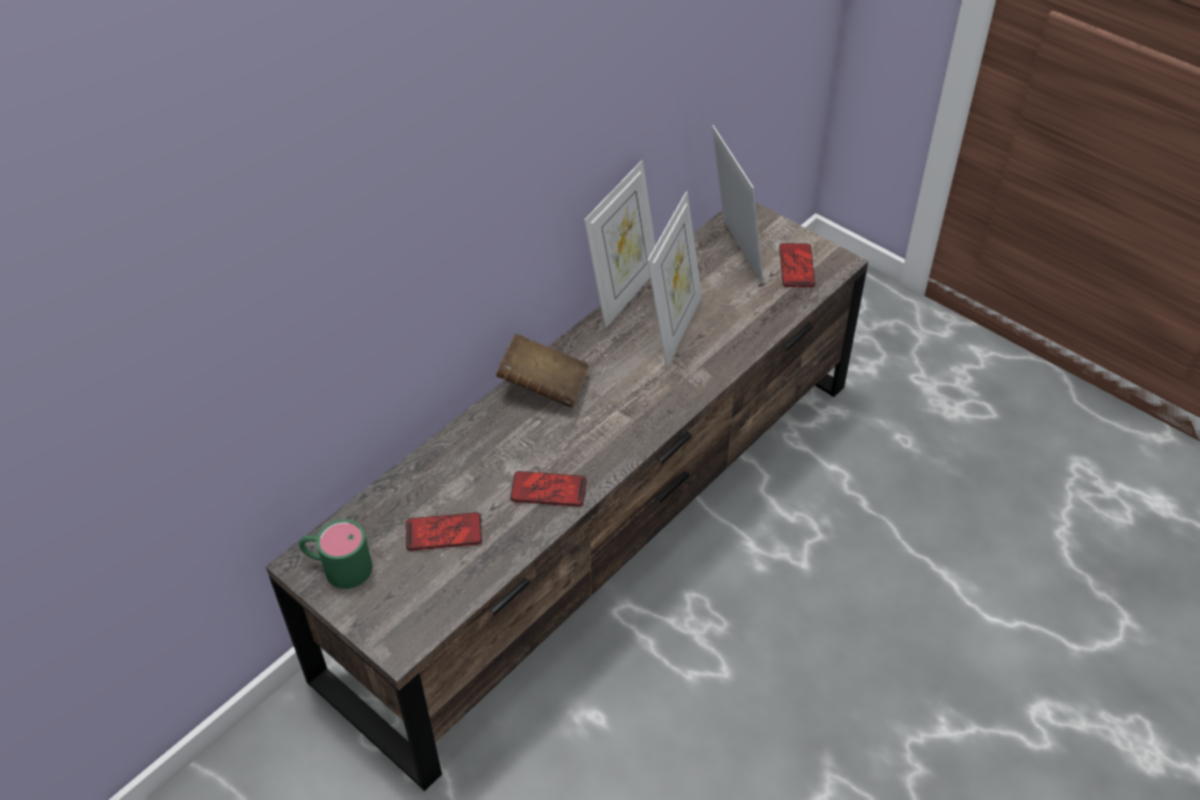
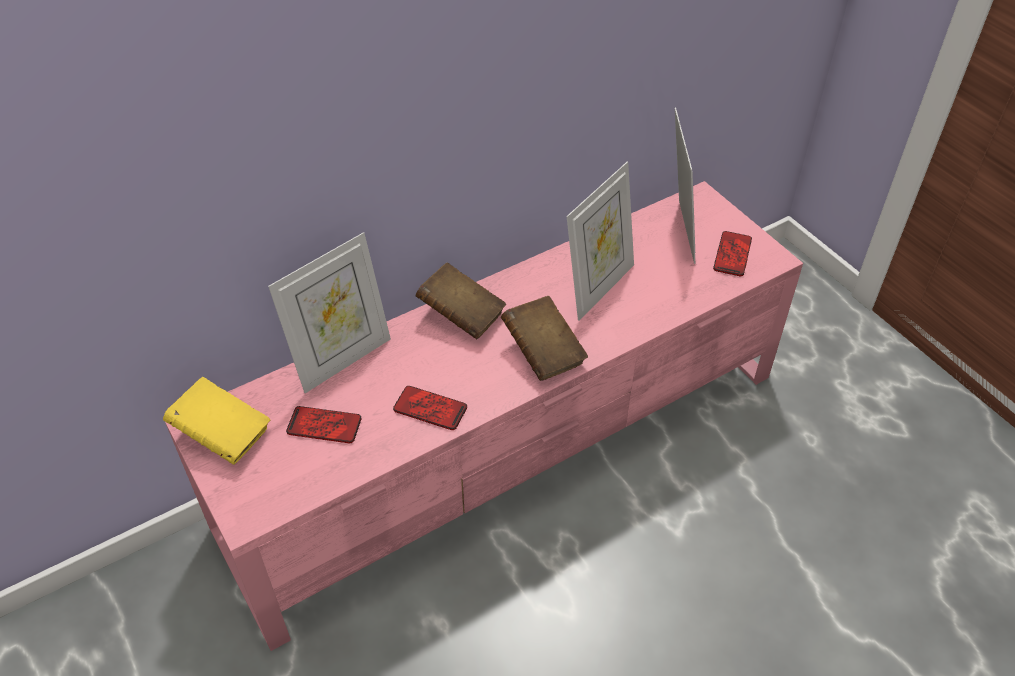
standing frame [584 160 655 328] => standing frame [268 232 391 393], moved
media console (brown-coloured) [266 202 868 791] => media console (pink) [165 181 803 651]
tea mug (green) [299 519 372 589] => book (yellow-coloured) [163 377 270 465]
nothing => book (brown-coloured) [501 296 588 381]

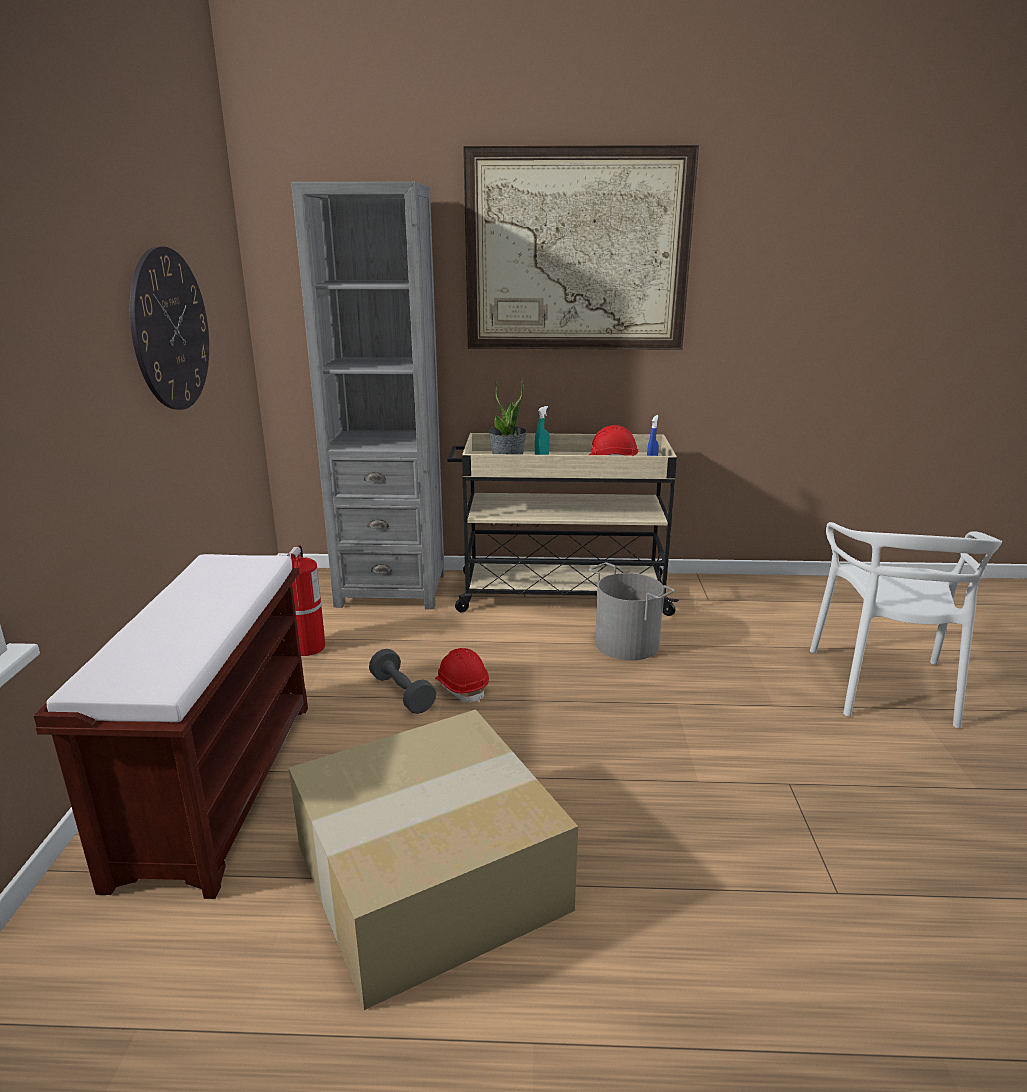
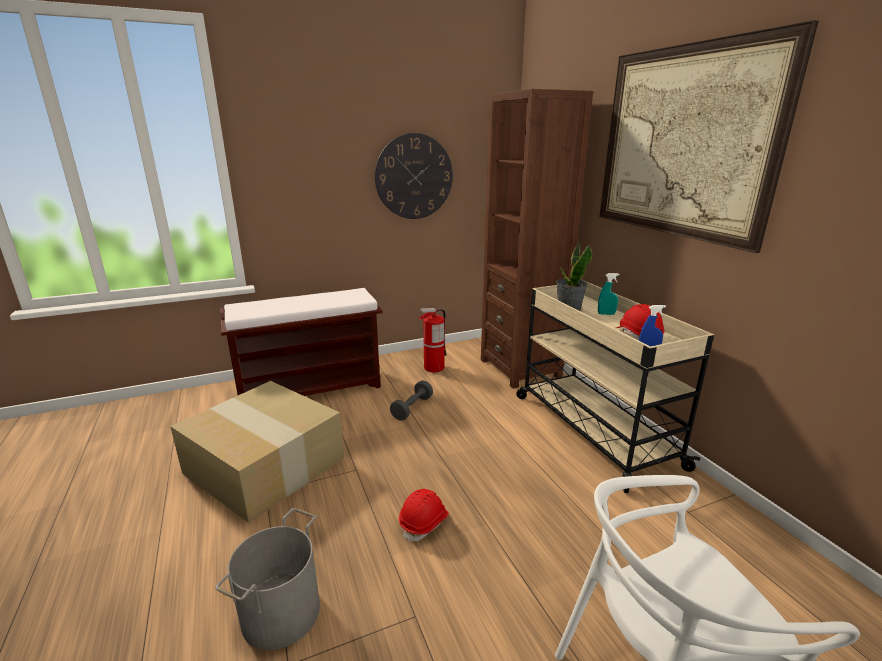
bookcase (gray) [291 182 445 609] => bookcase (brown-coloured) [481 89 593 389]
bucket (gray) [589 562 675 660] => bucket (gray) [215 508 320 650], moved
safety helmet (red-coloured) [435 648 489 703] => safety helmet (red-coloured) [399 489 449 543], moved

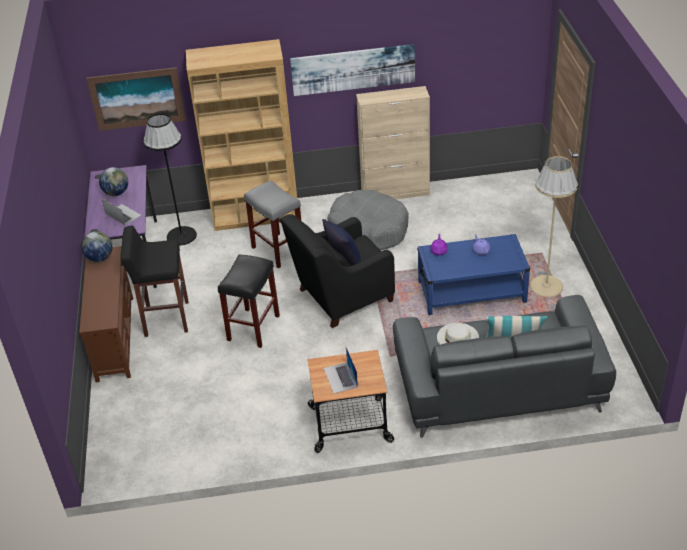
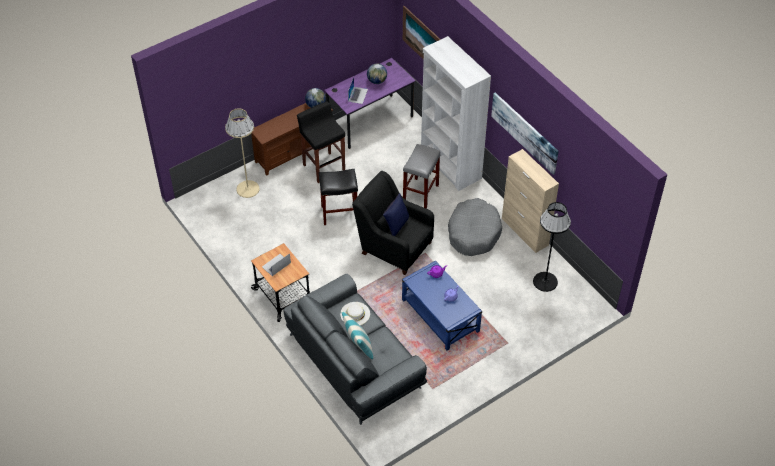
bookcase (brown-coloured) [186 39 297 231] => bookcase (white-coloured) [421 36 491 191]
floor lamp (black) [143 114 197 246] => floor lamp (black) [533 202 571 292], moved
floor lamp (beige-coloured) [530 156 578 297] => floor lamp (beige-coloured) [225 108 260 198], moved

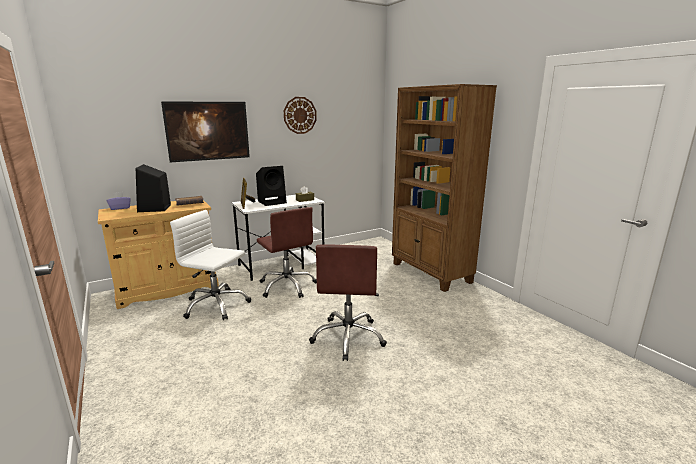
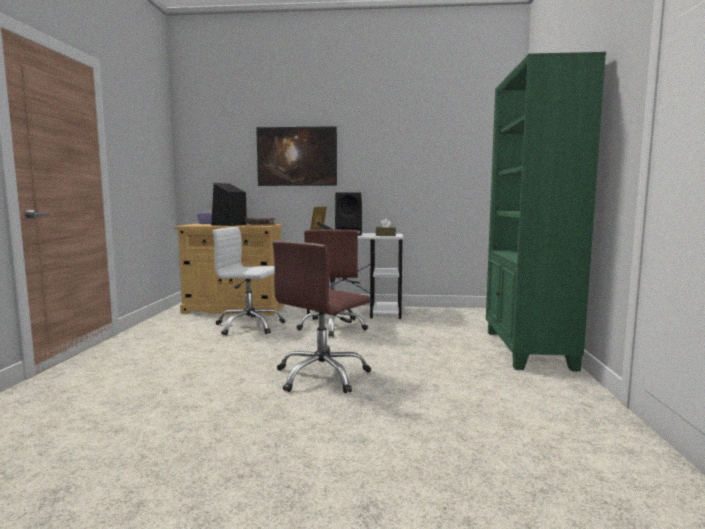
bookcase (brown-coloured) [392 84 497 292] => bookcase (green) [486 52 606 372]
hanging clock [284 97 317 134] => nothing
office chair (white-coloured) [170 210 251 320] => office chair (white-coloured) [213 227 285 335], 45 degrees counterclockwise

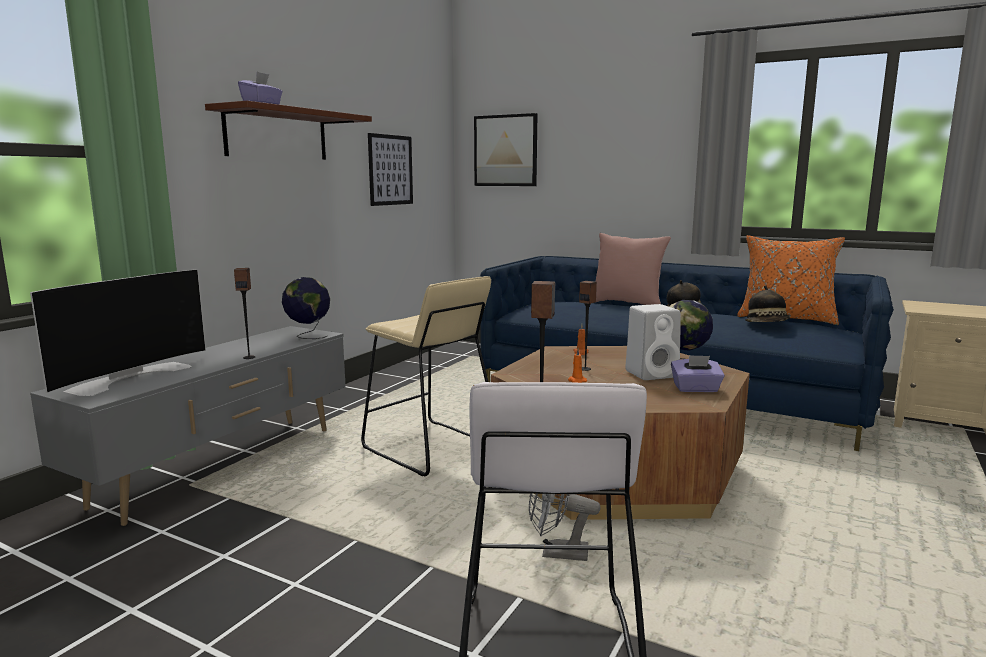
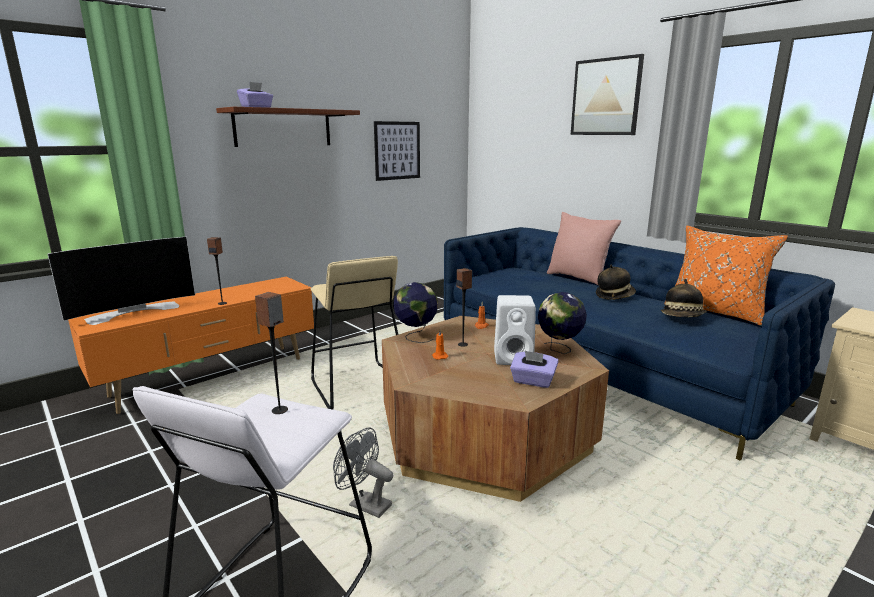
wall picture [474 113 538 186] => wall picture [571 54 644 135], moved
globe [282 277 330 339] => globe [393 282 438 343], moved
media console (gray) [30 326 346 526] => media console (orange) [68 277 314 414]

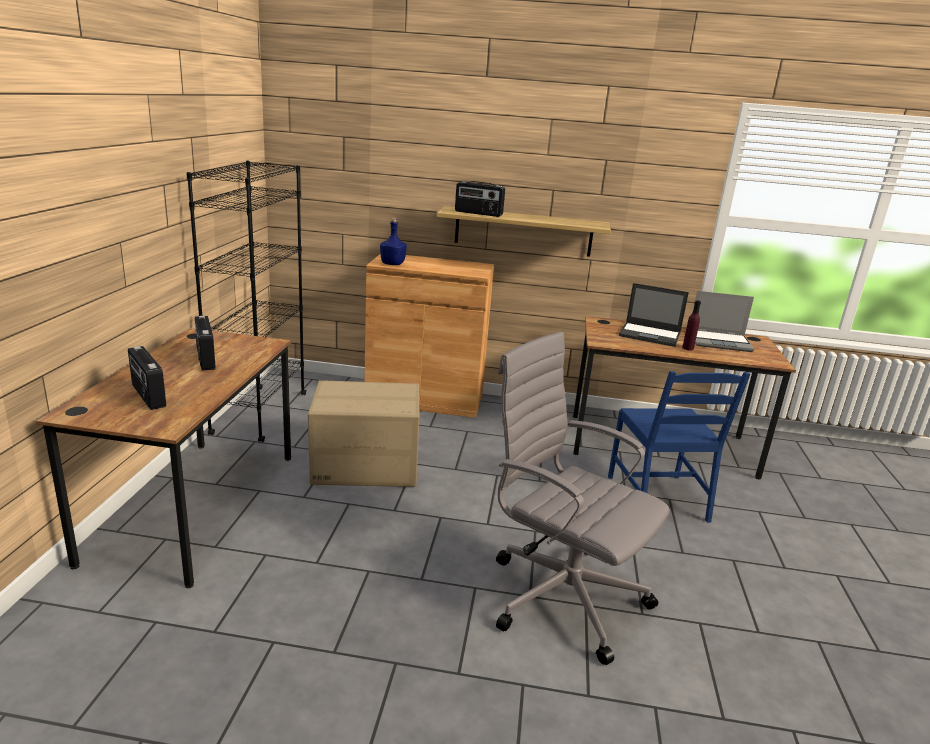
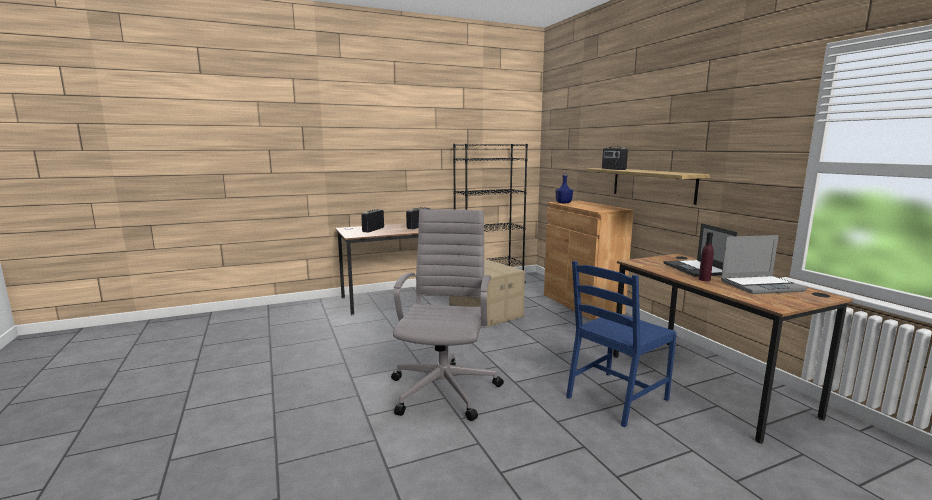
portable computer [693 291 754 352] => portable computer [721 235 807 294], 75 degrees counterclockwise

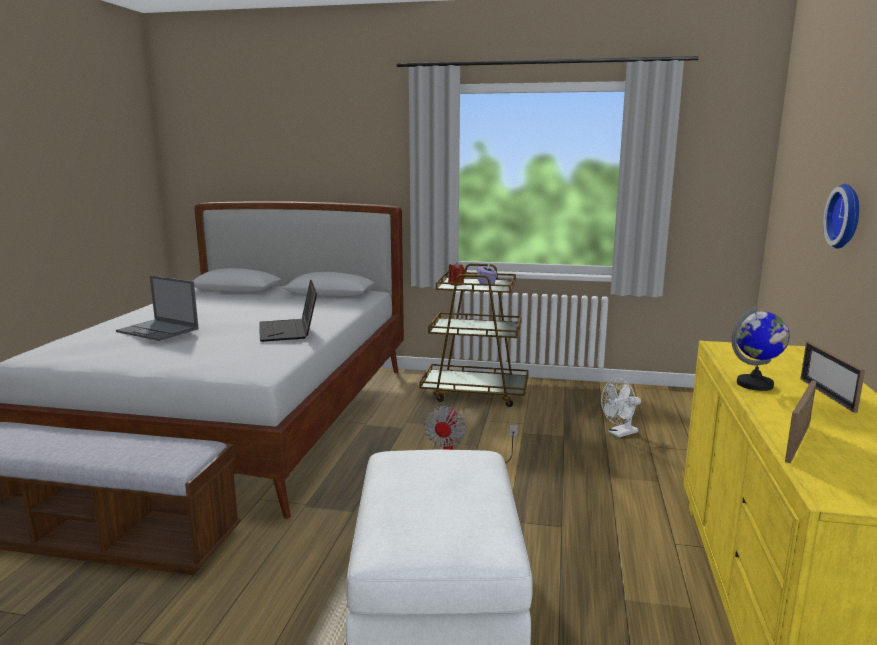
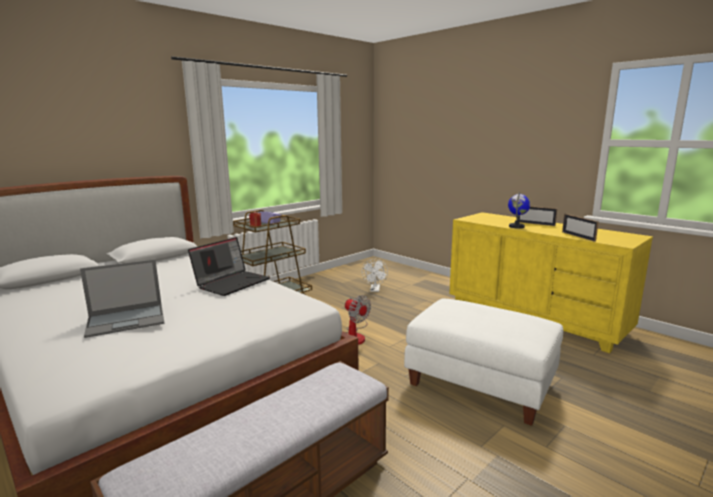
hanging clock [823 184 859 249] => nothing
portable computer [259 279 317 342] => portable computer [188 237 270 296], 75 degrees counterclockwise

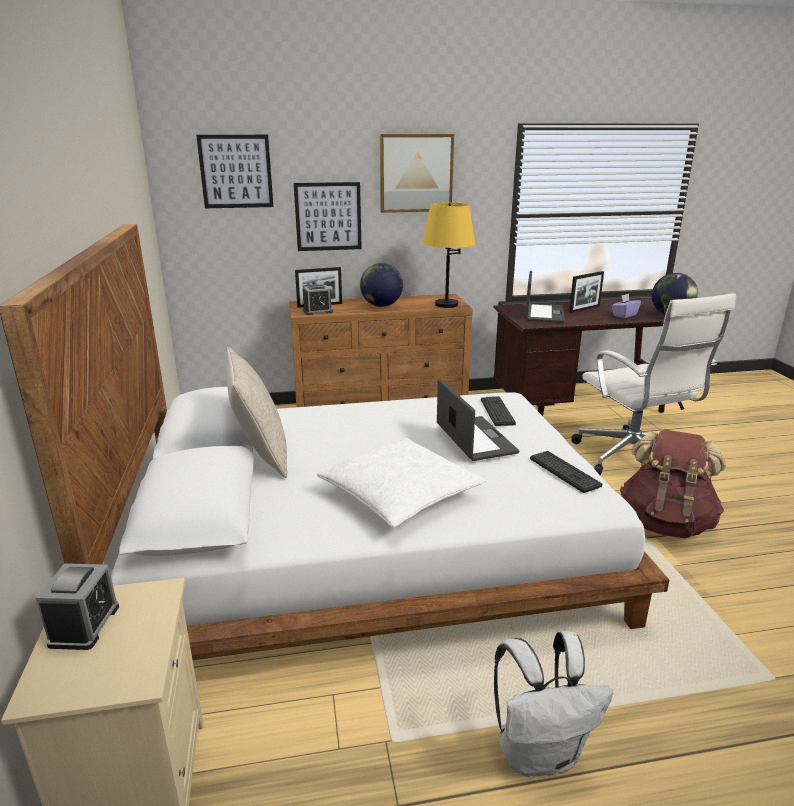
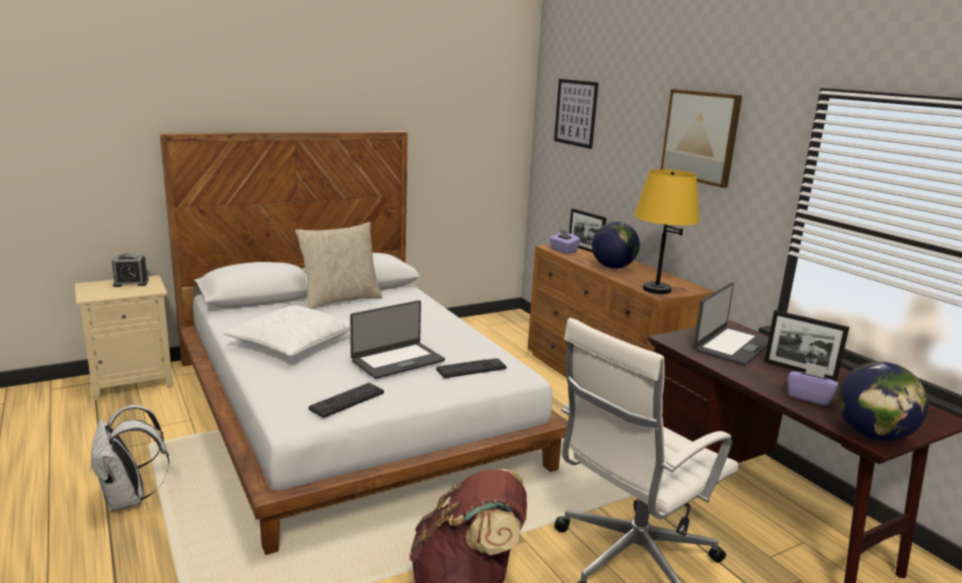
wall picture [294 182 362 251] => nothing
portable computer [525 271 564 323] => portable computer [693 282 769 366], 45 degrees counterclockwise
bedside clock [303 284 333 315] => tissue holder (purple) [549 229 580 254]

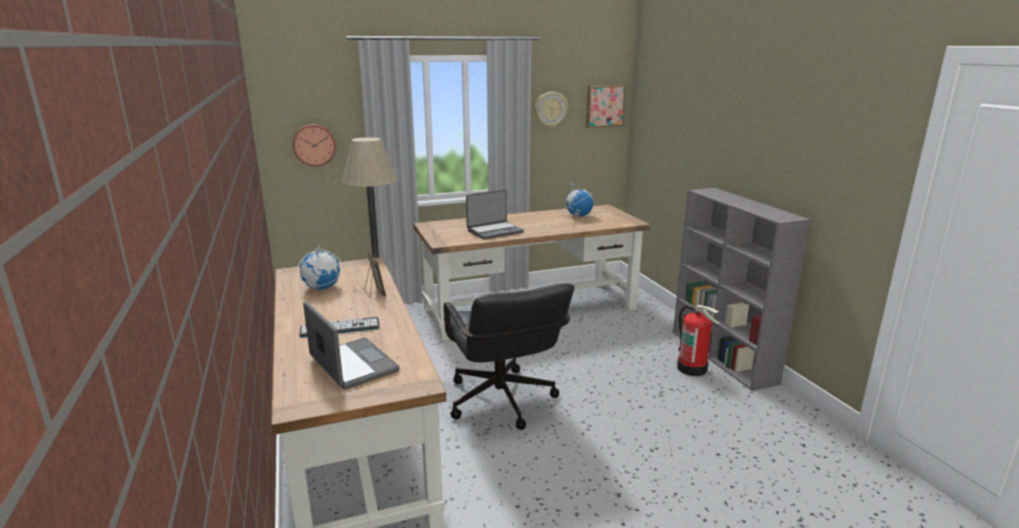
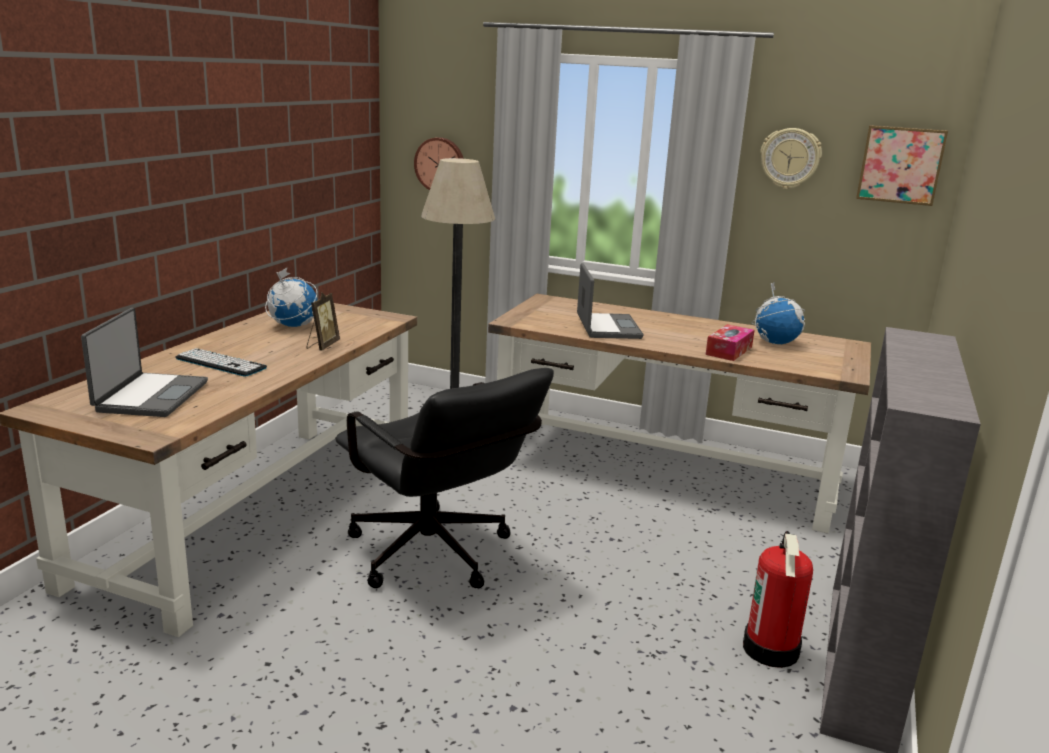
portable computer [466 190 524 240] => portable computer [577 263 644 339], 105 degrees counterclockwise
office chair (black) [444 283 574 430] => office chair (black) [335 368 554 588], 60 degrees counterclockwise
nothing => tissue holder [706 324 754 361]

